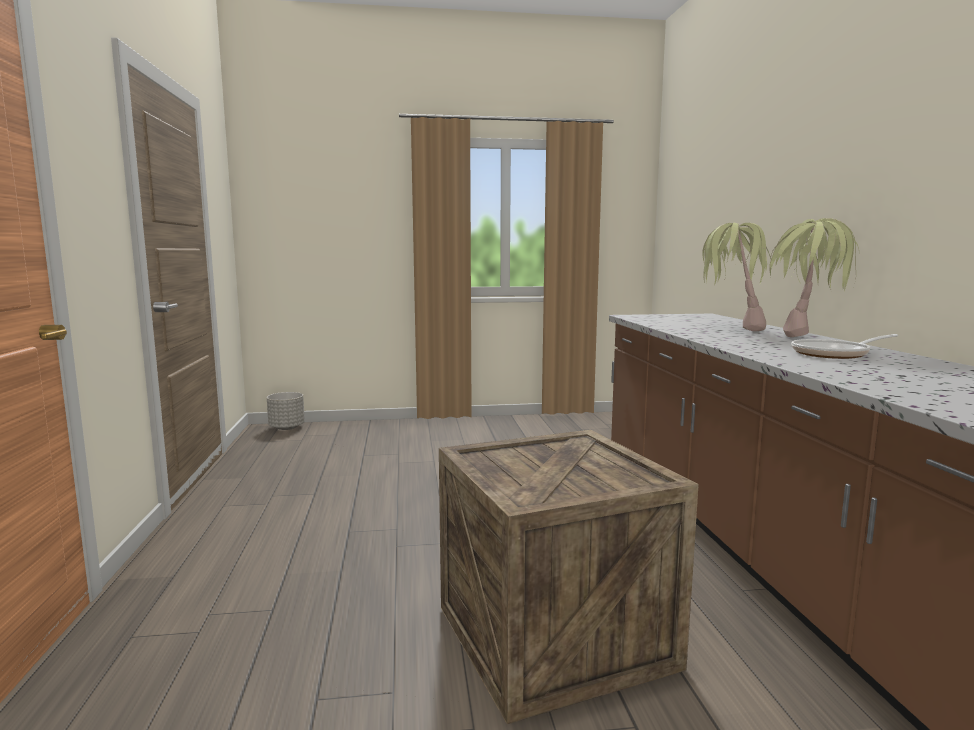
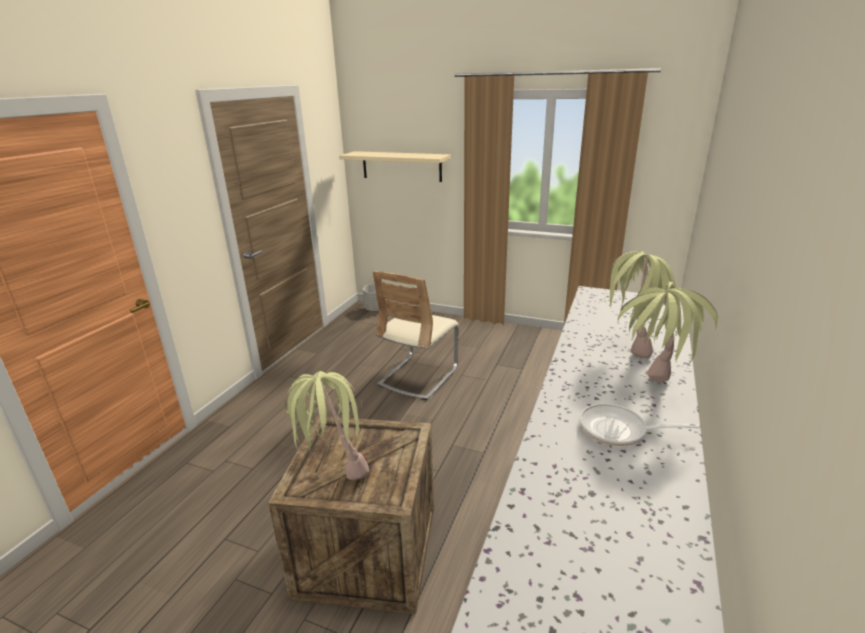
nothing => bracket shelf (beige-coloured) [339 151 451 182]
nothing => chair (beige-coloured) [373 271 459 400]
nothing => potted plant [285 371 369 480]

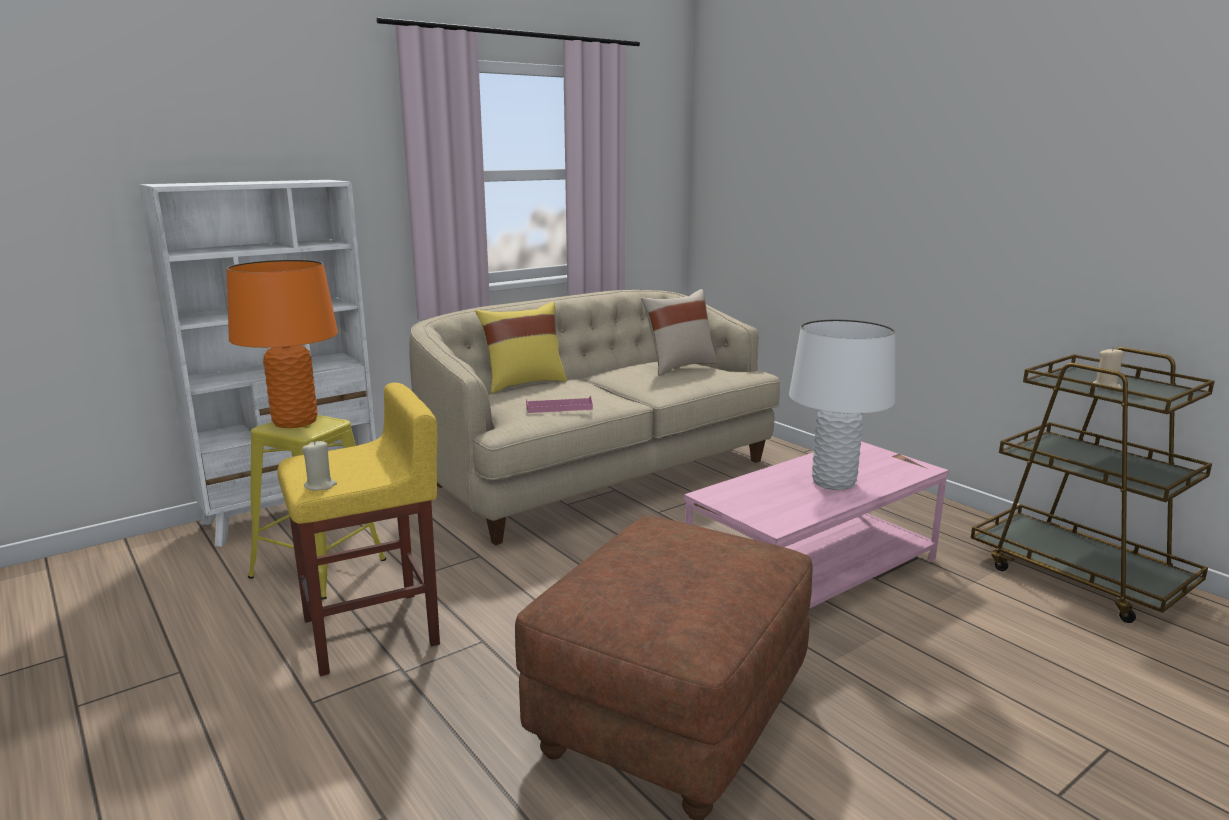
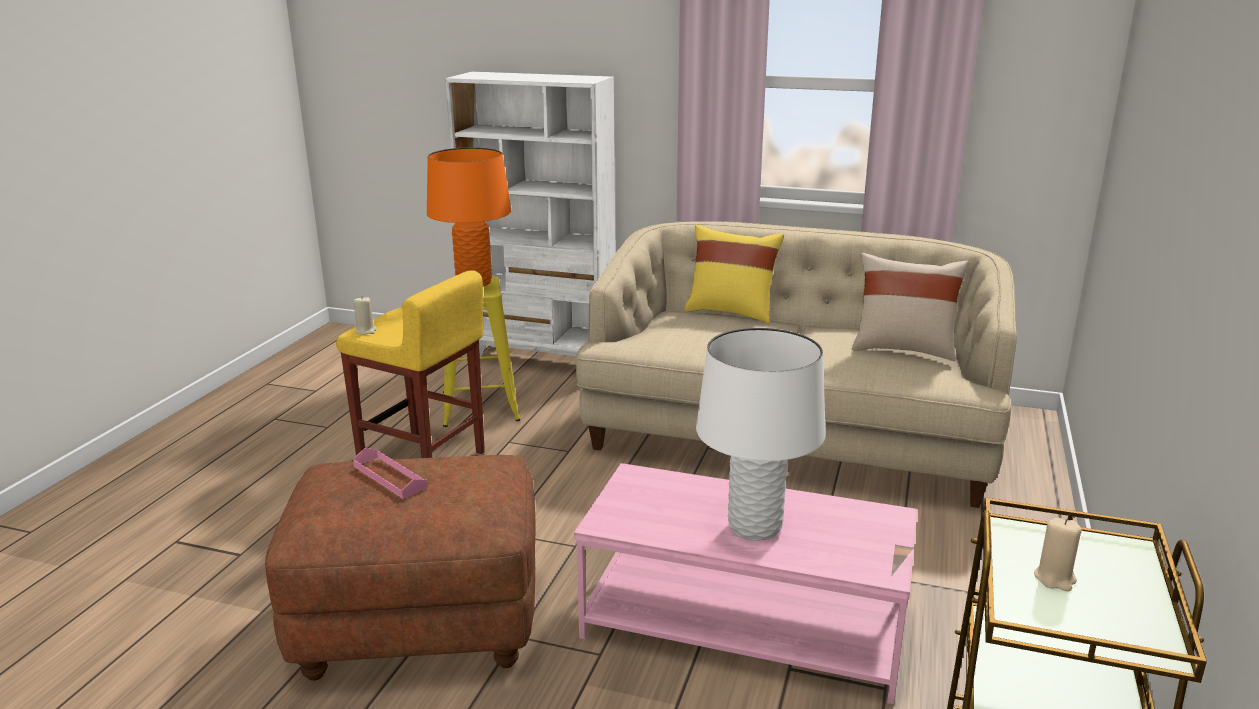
serving tray (pink) [526 396 593 413] => serving tray (pink) [353 448 427 499], moved

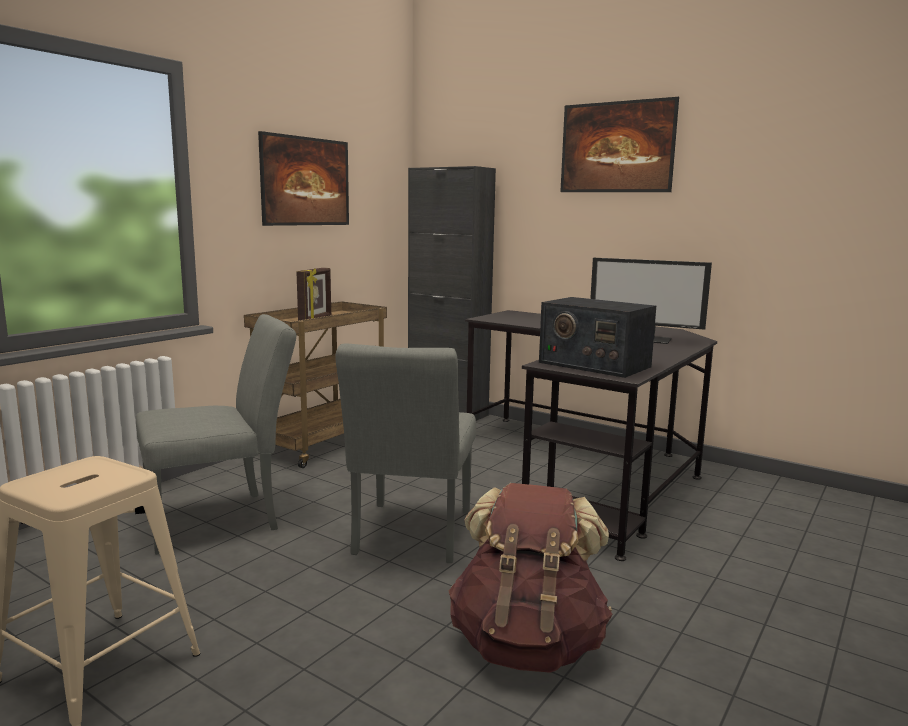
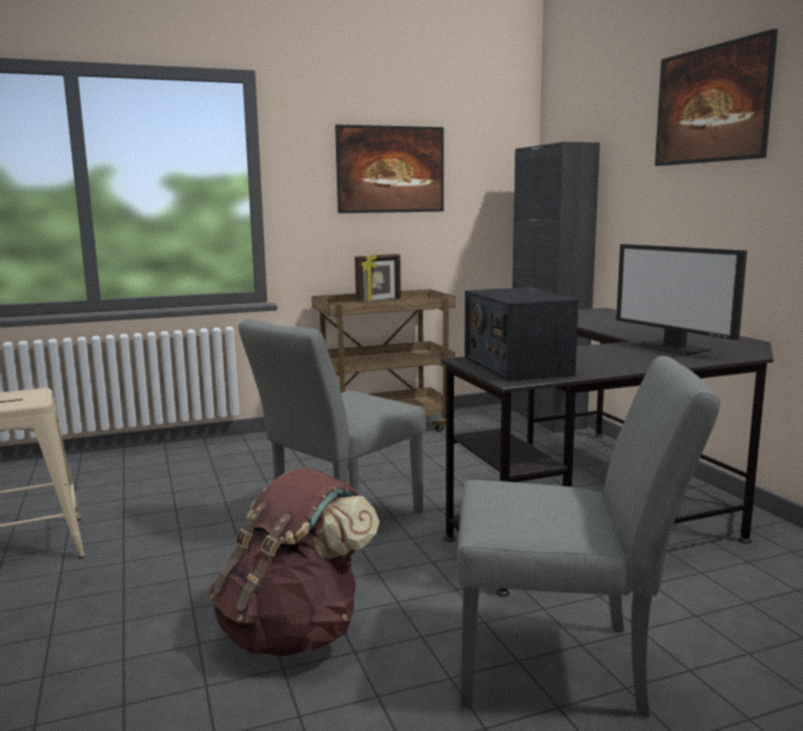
chair (gray) [136 314 297 555] => chair (gray) [457 356 720 717], moved

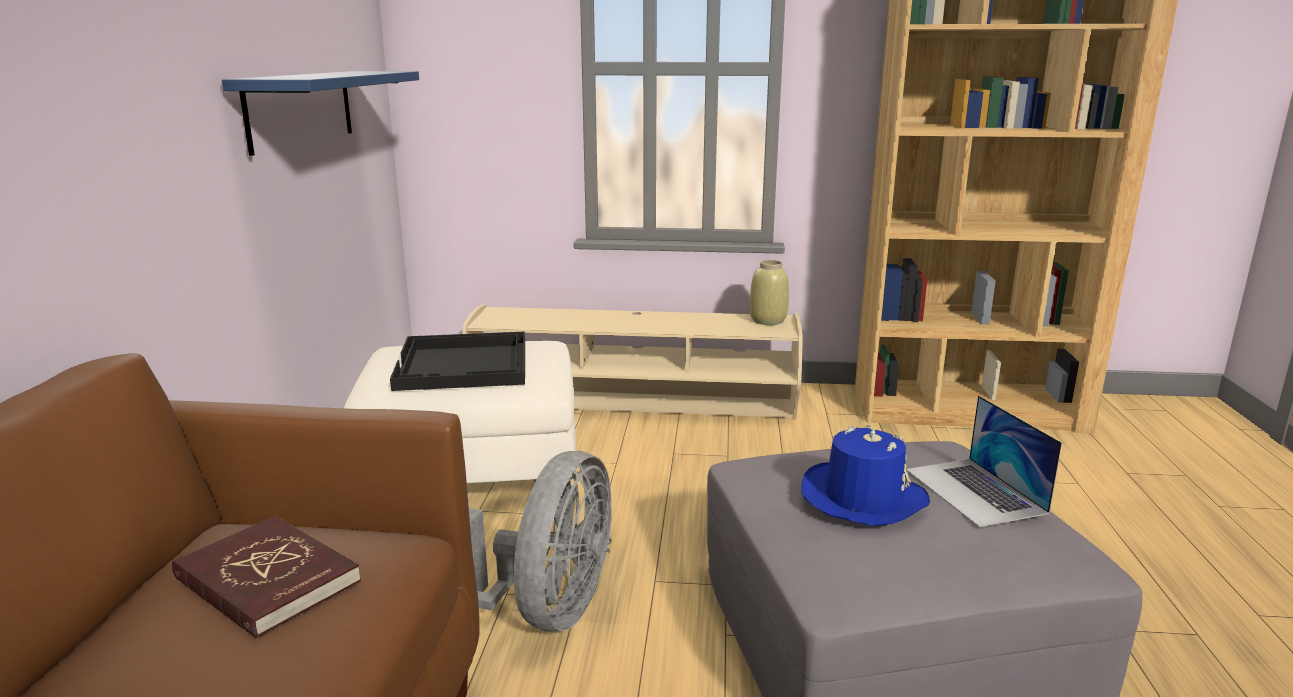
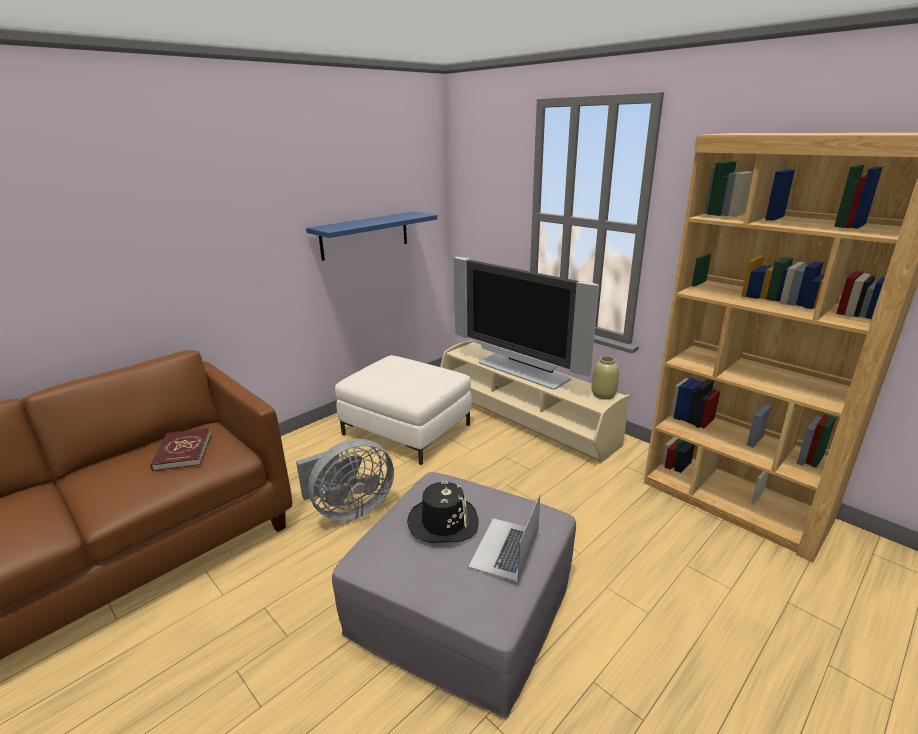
serving tray (black) [390 332 525 391] => nothing
wearable hat (blue) [801 424 930 526] => wearable hat (black) [407 481 479 543]
nothing => TV [454 257 599 390]

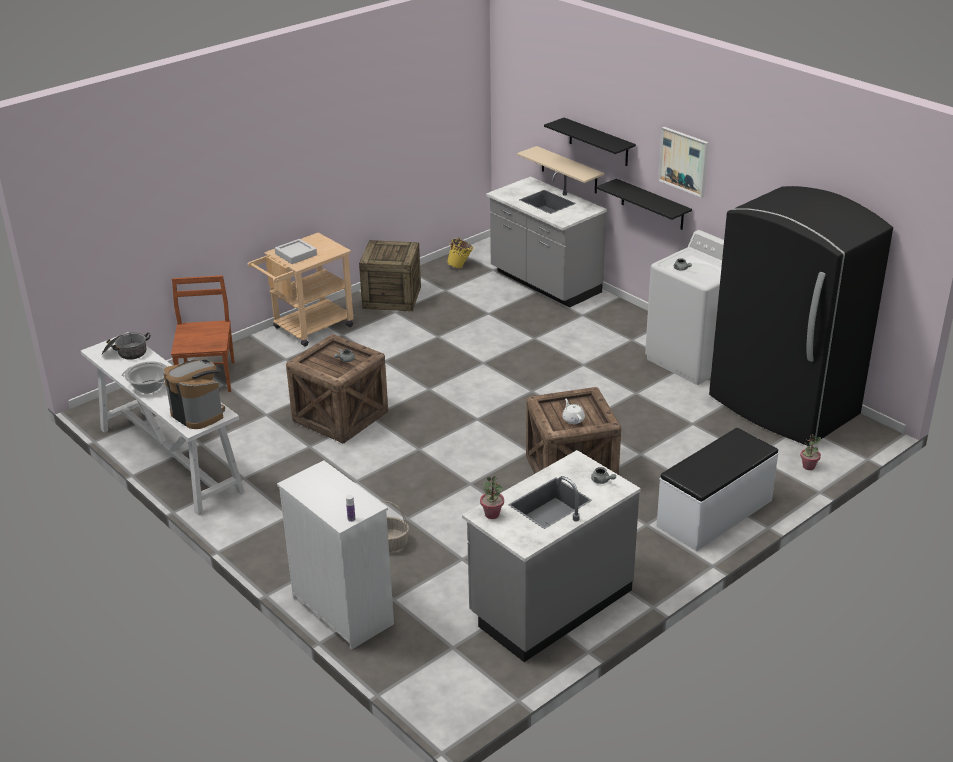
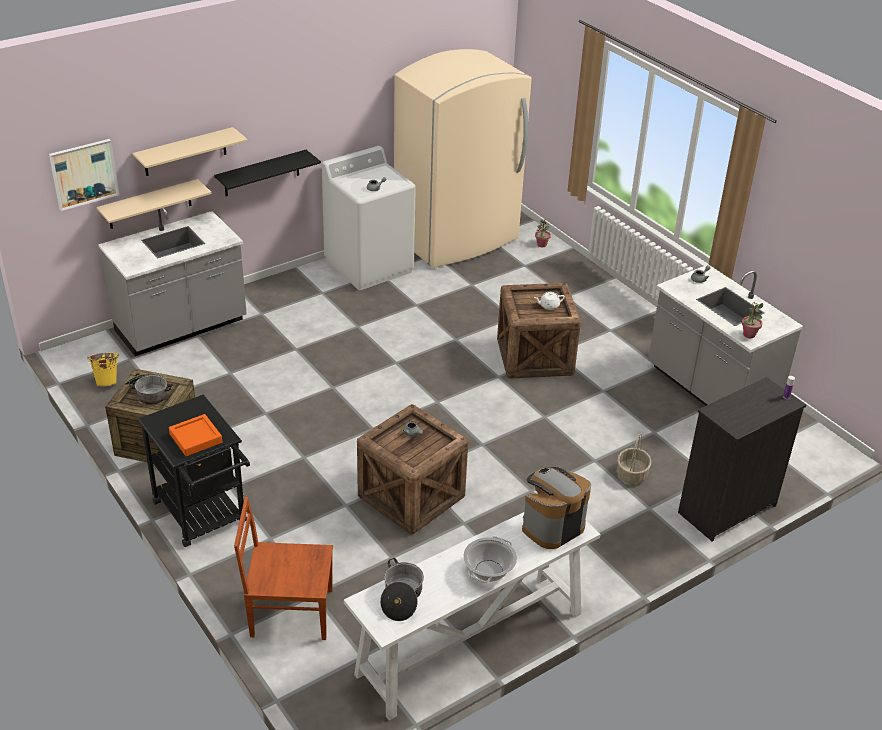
bracket shelf (black) [544 118 636 166] => bracket shelf (beige-coloured) [133 127 248 176]
wall picture [658 127 709 198] => wall picture [49 139 119 211], moved
kitchen fridge (black) [709 186 893 446] => kitchen fridge (beige-coloured) [394 49 532 268]
cart (beige-coloured) [248 233 354 347] => cart (black) [137 394 250 547]
serving tray (gray) [275 239 317 264] => serving tray (orange) [169 414 222 456]
bench (white-coloured) [656 428 779 551] => nothing
dresser (white-coloured) [277 460 394 650] => dresser (black) [678 377 806 542]
nothing => saucepot [124 373 173 405]

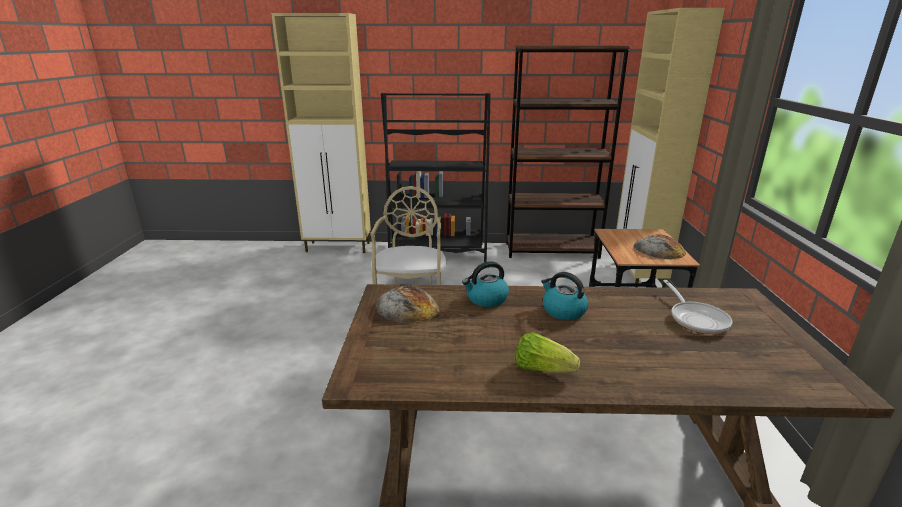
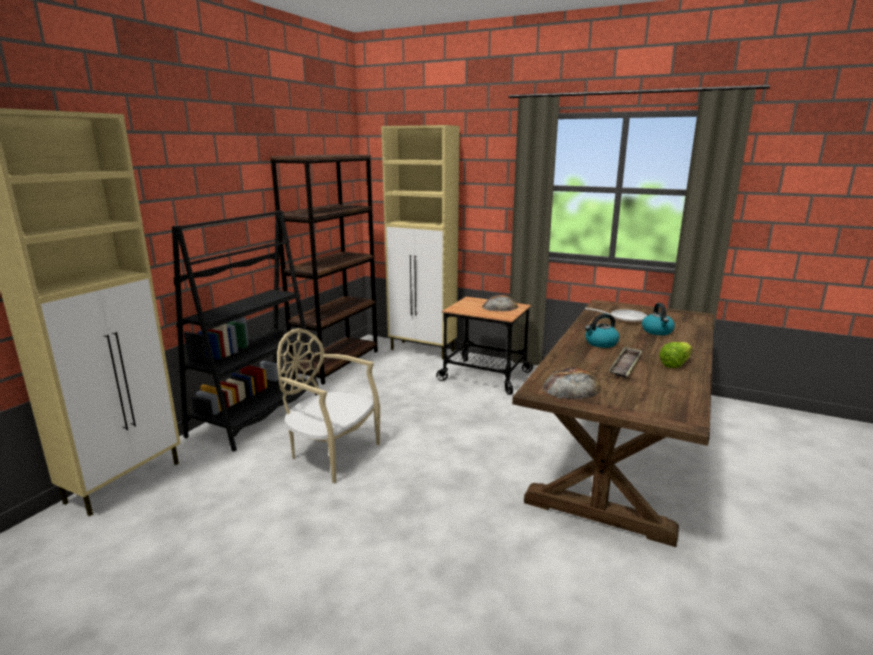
kettle [462 261 509 307] => kettle [642 303 675 335], moved
nothing => serving tray [609 346 642 378]

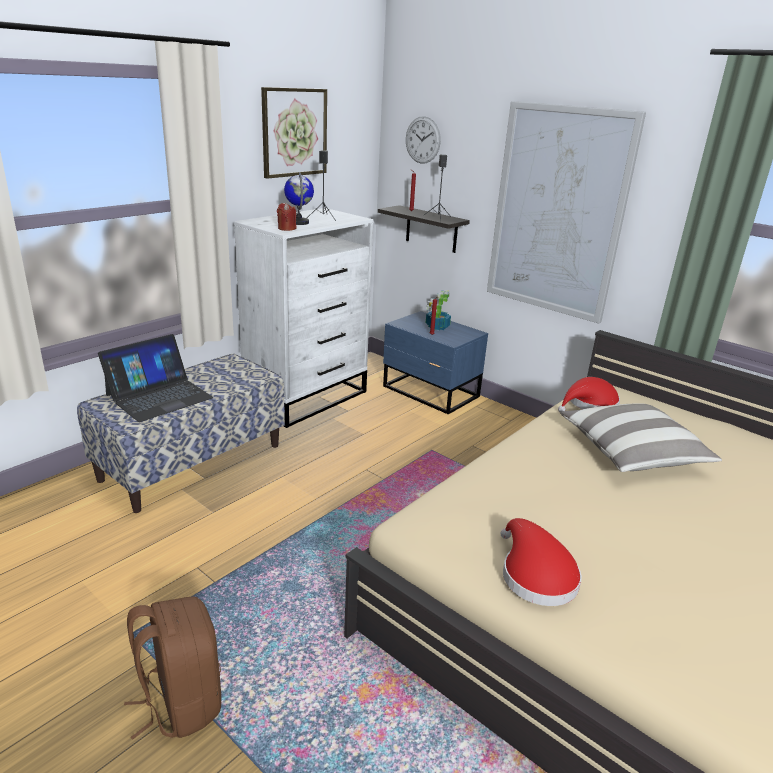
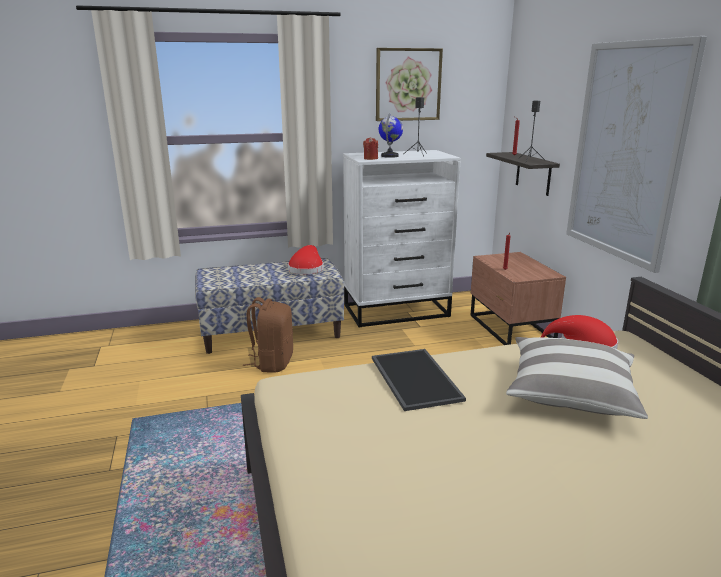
hanging clock [406 116 441 163] => nothing
potted plant [426 290 451 330] => nothing
night table (blue) [383 311 488 414] => night table (brown-coloured) [470 252 566 345]
portable computer [98 334 213 422] => nothing
wearable hat (red-coloured) [500 518 582 606] => wearable hat (red-coloured) [288 245 324 274], moved
rucksack (brown-coloured) [124 597 221 740] => rucksack (brown-coloured) [243 297 293 373], moved
nothing => serving tray [372 349 466 411]

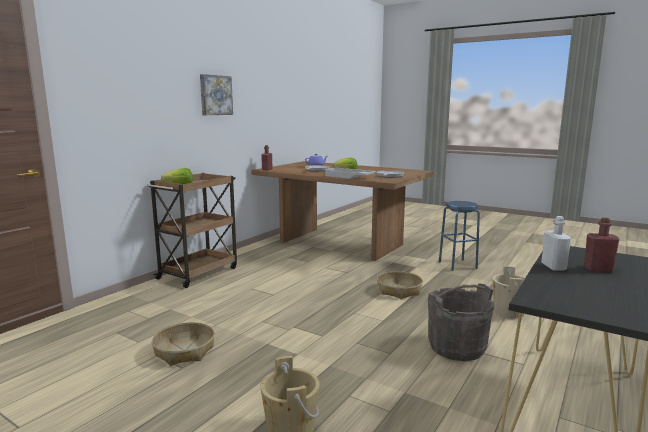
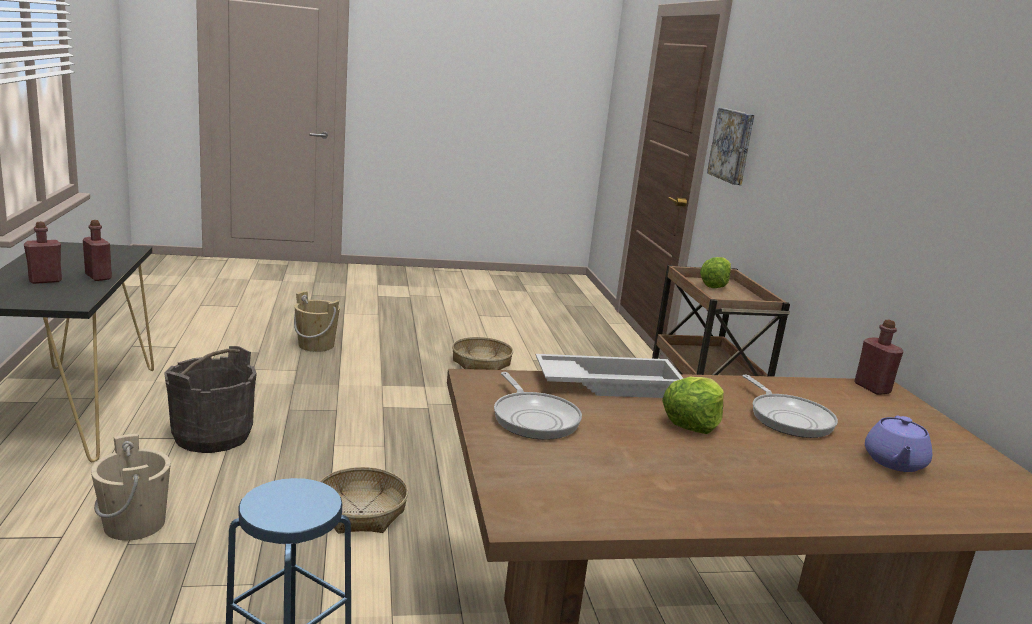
wall picture [200 74 233 115] => wall picture [707 108 755 185], moved
bottle (white-coloured) [541 216 571 271] => bottle (red-coloured) [83 220 112 281]

